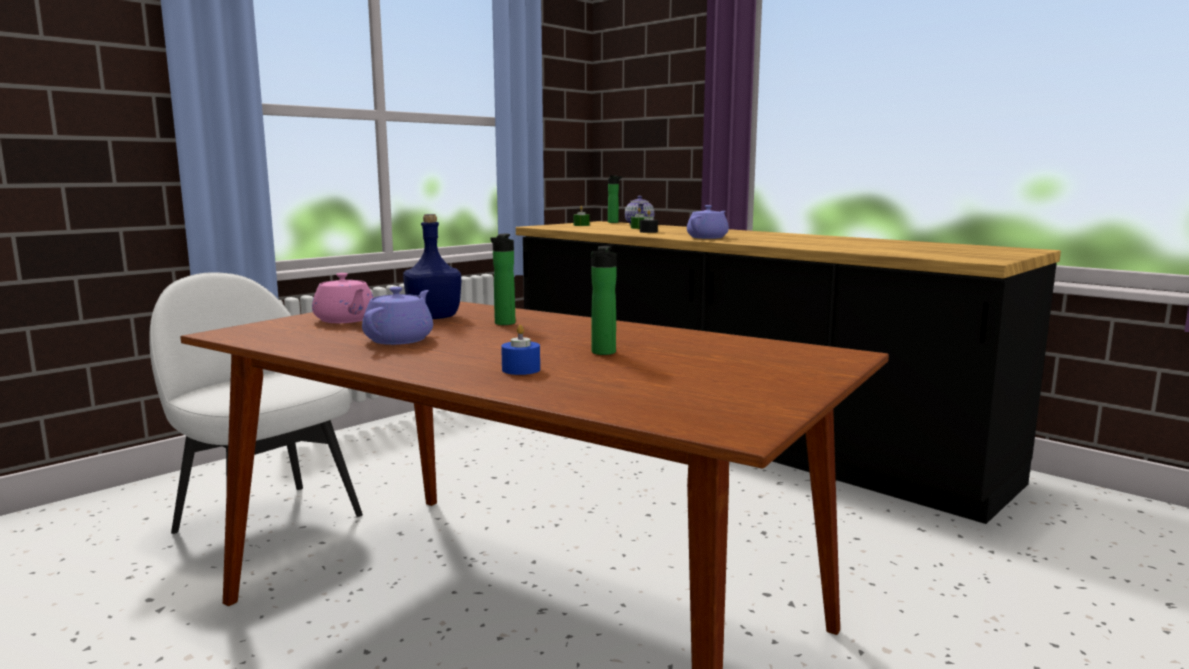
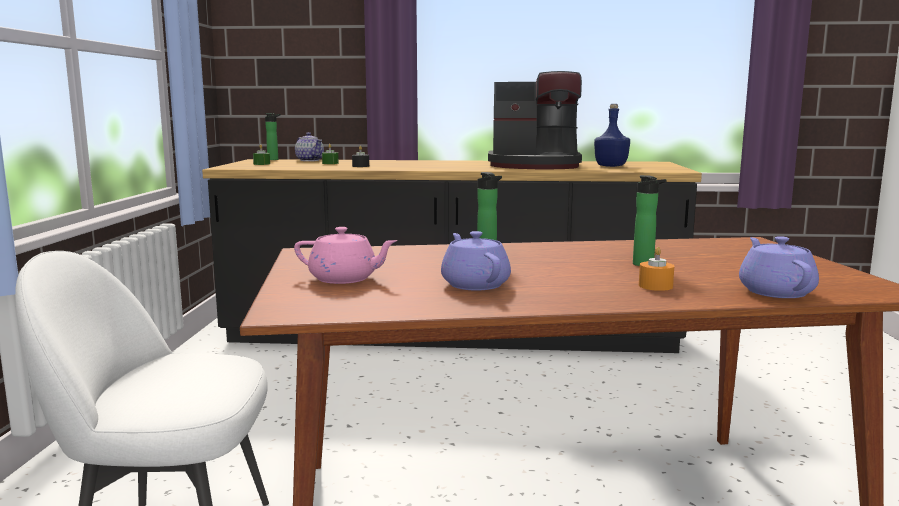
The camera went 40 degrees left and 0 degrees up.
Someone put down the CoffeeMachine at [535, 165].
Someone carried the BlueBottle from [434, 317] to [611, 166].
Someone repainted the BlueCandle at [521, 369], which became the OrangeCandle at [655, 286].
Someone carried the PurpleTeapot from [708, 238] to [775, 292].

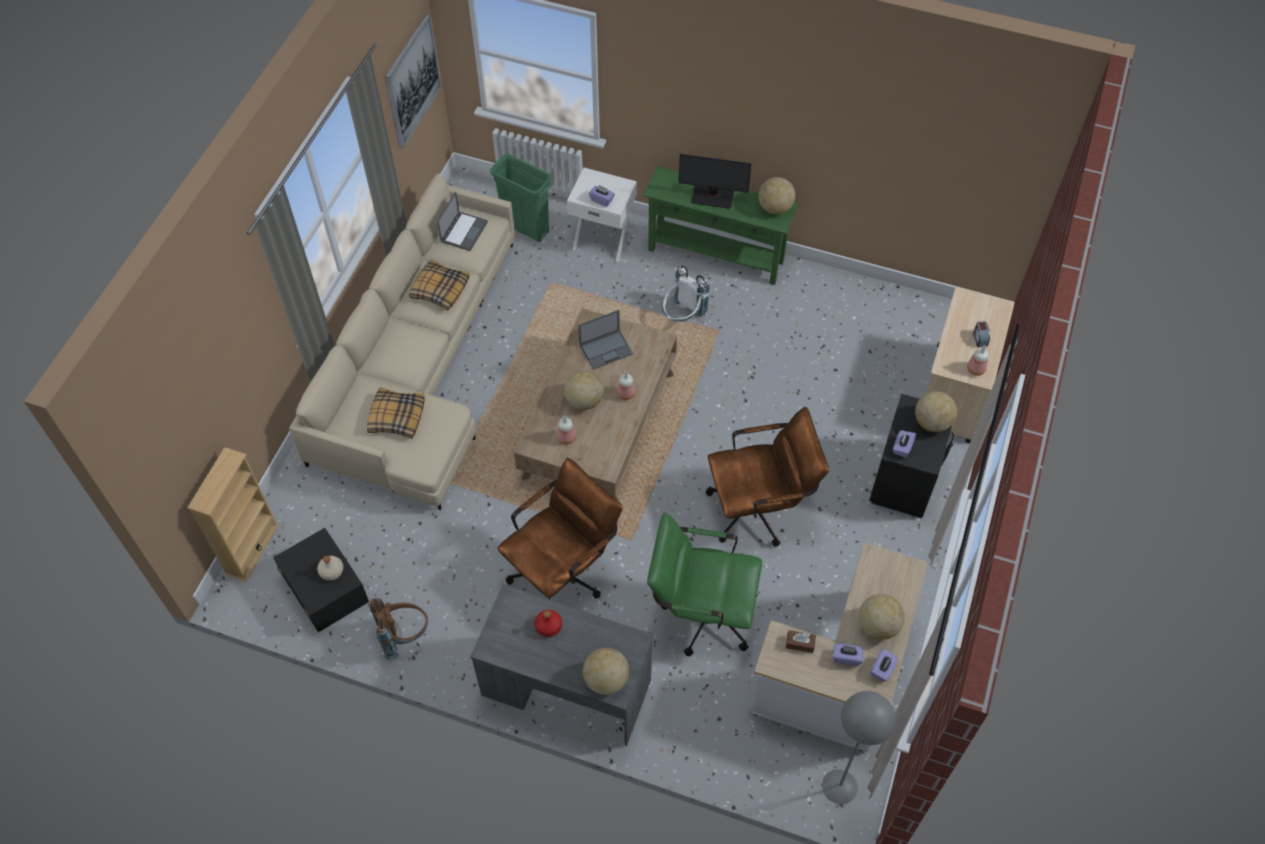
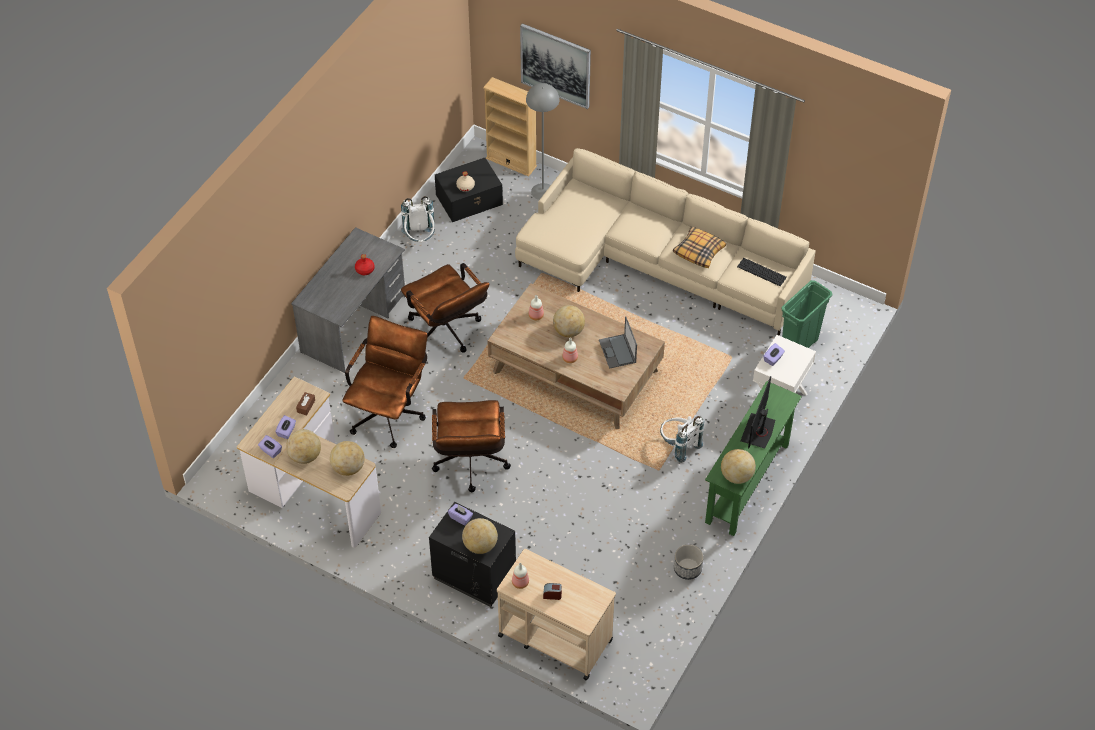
The camera went 100 degrees right and 5 degrees down.
Someone carried the Globe from [606, 679] to [348, 468].
Someone repainted the GreenOfficeChair at [701, 612], which became the BrownOfficeChair at [389, 412].
Someone repainted the BrownBackpack at [404, 635], which became the WhiteBackpack at [420, 239].
Someone carried the Picture from [412, 81] to [556, 65].
Someone carried the GreyFloorLamp from [839, 786] to [543, 191].
Someone put down the Planter at [687, 569].
Someone swapped the Laptop at [464, 231] for the Keyboard at [761, 272].
Someone took away the Pillow at [396, 417].

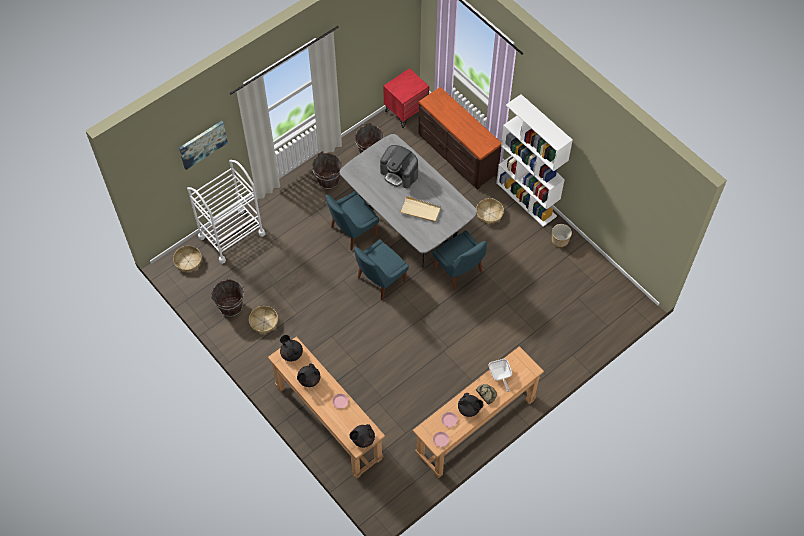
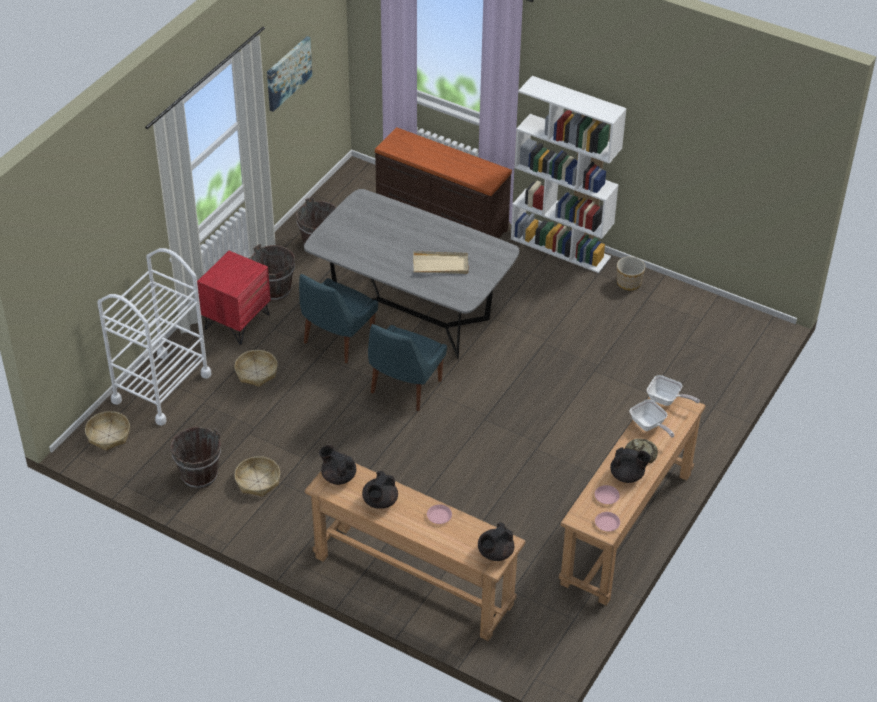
The camera went 20 degrees left and 15 degrees down.
Someone carried the RedNightstand from [406, 111] to [237, 321].
Someone carried the Basket from [489, 213] to [256, 372].
Someone carried the Picture from [202, 144] to [288, 73].
Someone put down the FryingPan at [666, 400].
Someone took away the CoffeeMachine at [399, 173].
Someone took away the BlueChair at [459, 271].

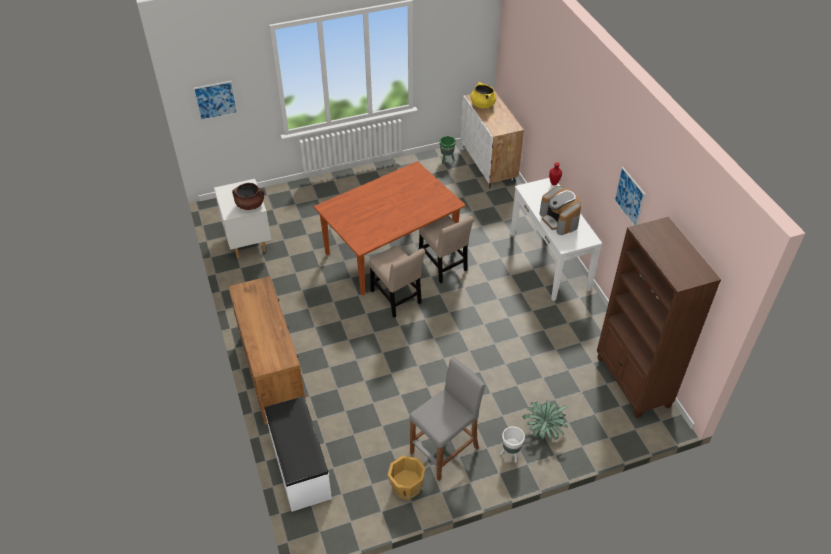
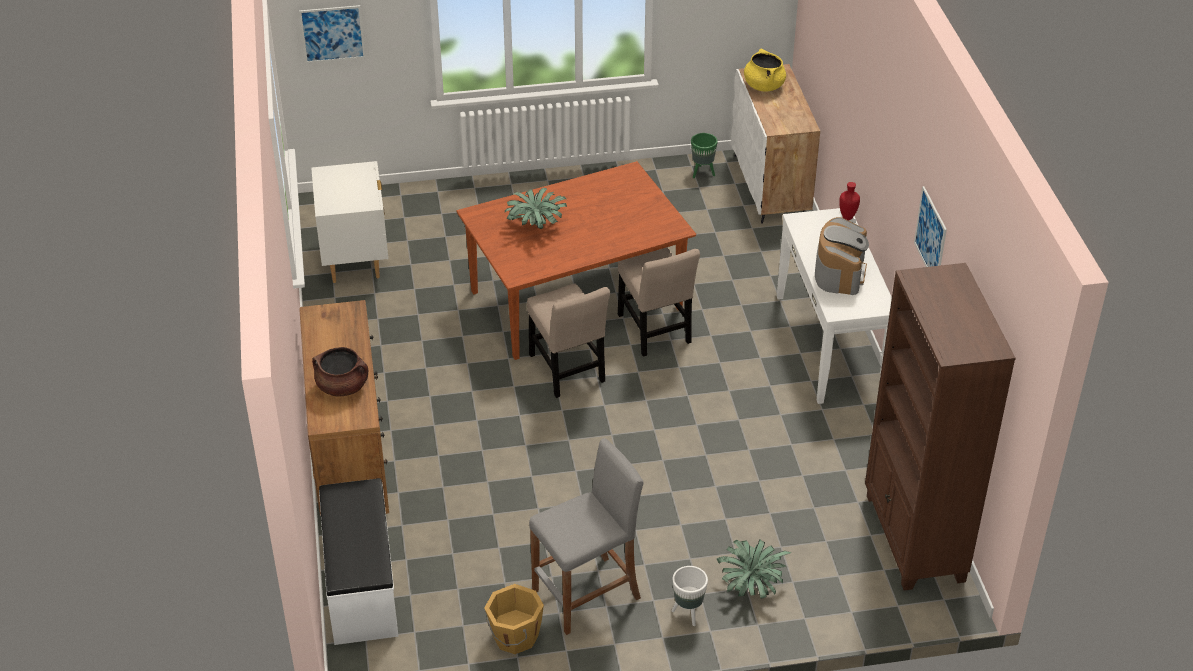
The camera went 10 degrees right and 5 degrees down.
Someone carried the BrownCookingPot from [250, 205] to [343, 387].
Someone put down the PottedPlant at [536, 226].
Someone rotated the CoffeeMachine at [559, 220] by 150 degrees counterclockwise.

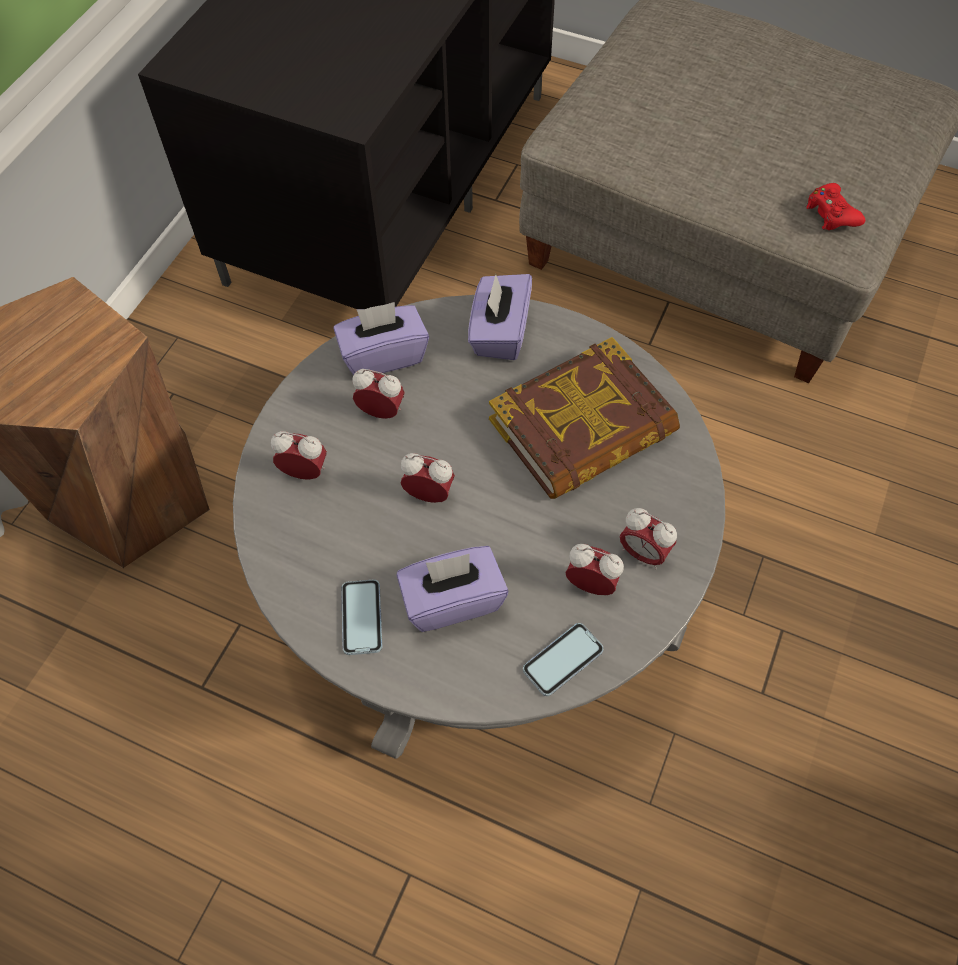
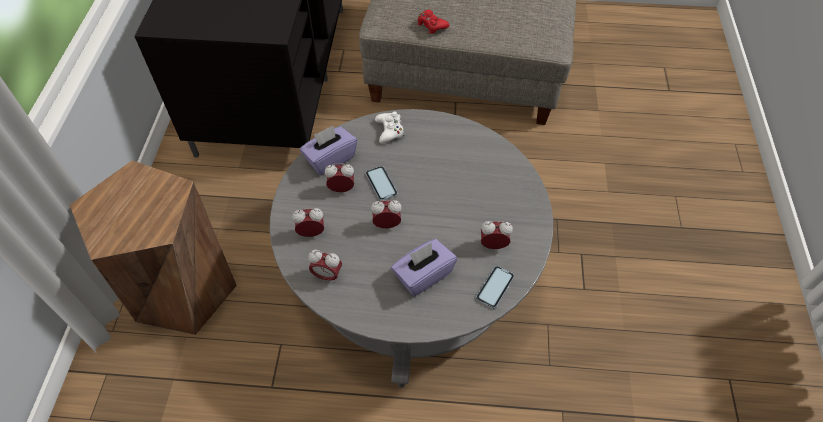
The camera went 20 degrees left and 5 degrees down.
Someone carried the AlarmClock from [643, 553] to [327, 275].
Someone carried the Phone from [362, 618] to [381, 184].
Someone swapped the PurpleTissueBox at [499, 333] for the WhiteGameController at [390, 131].
Someone carried the RedGameController from [831, 214] to [431, 25].
Someone took away the Book at [583, 428].

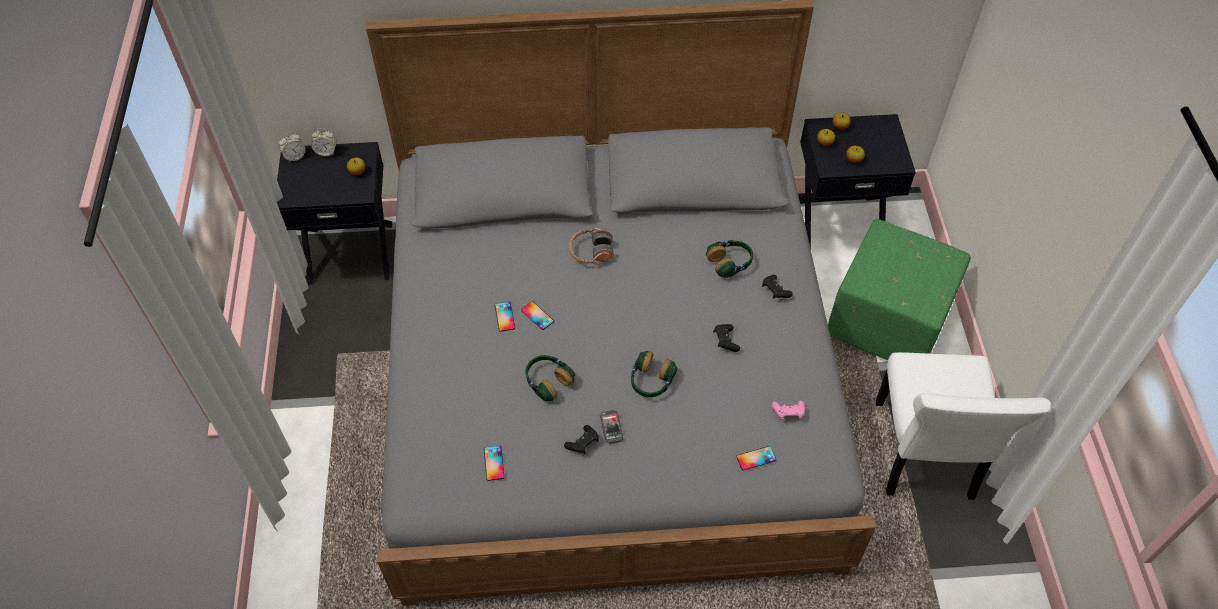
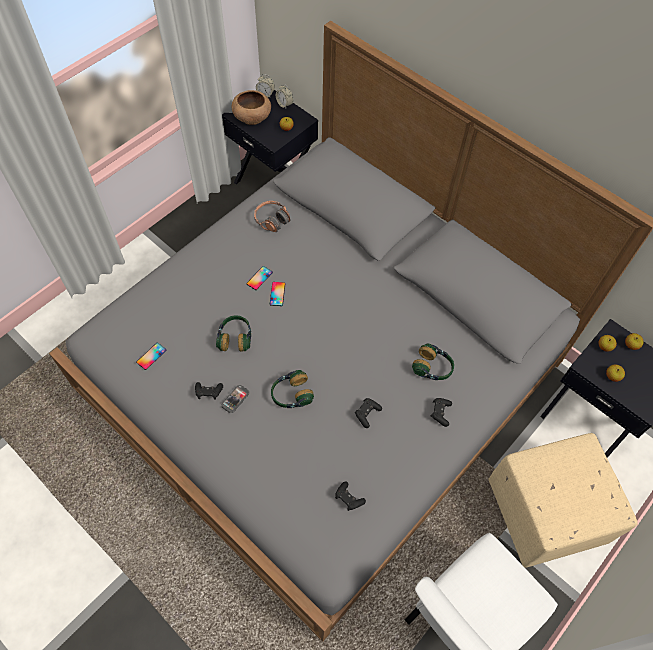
The camera went 45 degrees right and 5 degrees up.
Someone put down the BrownBowl at [252, 117].
Someone carried the Headphones from [591, 252] to [272, 220].
Someone repainted the PinkGameController at [788, 413], which became the BlackGameController at [348, 498].
Someone repainted the GreenOttoman at [888, 322], which became the BeigeOttoman at [545, 512].
Someone took away the Phone at [756, 458].

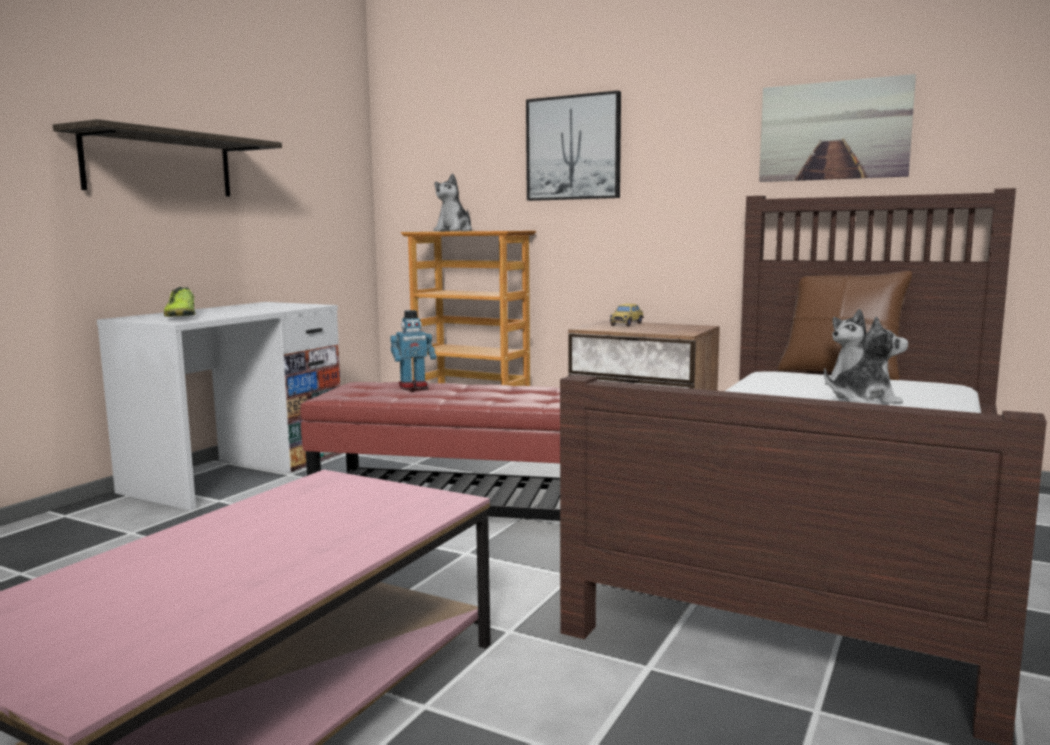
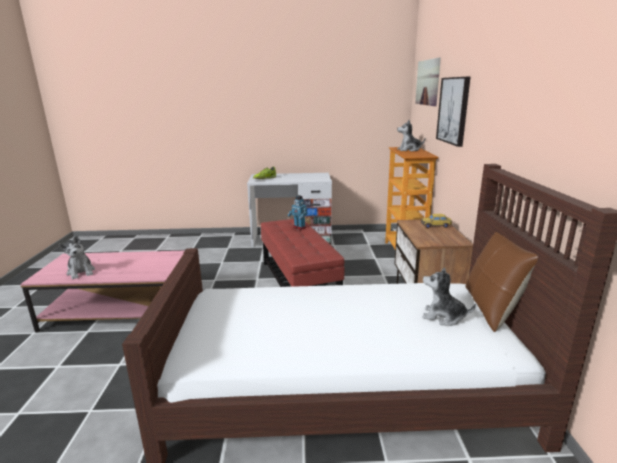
The camera went 60 degrees right and 10 degrees up.
Someone carried the PlushToy from [864, 401] to [81, 272].
Someone carried the Picture from [834, 131] to [427, 82].
Someone took away the Shelf at [159, 165].

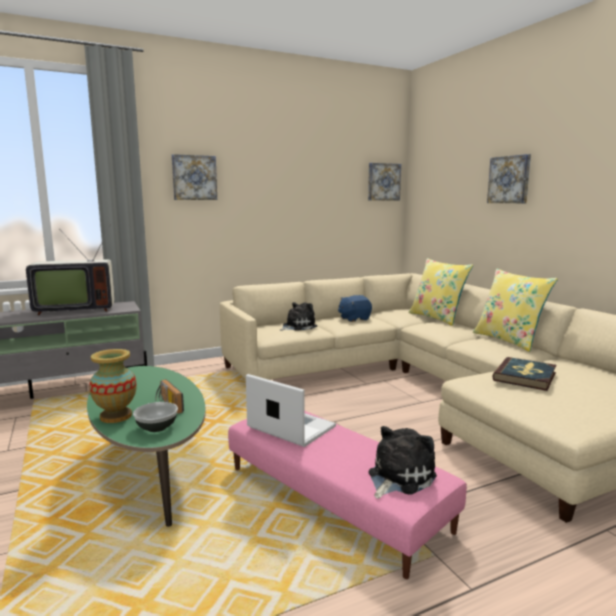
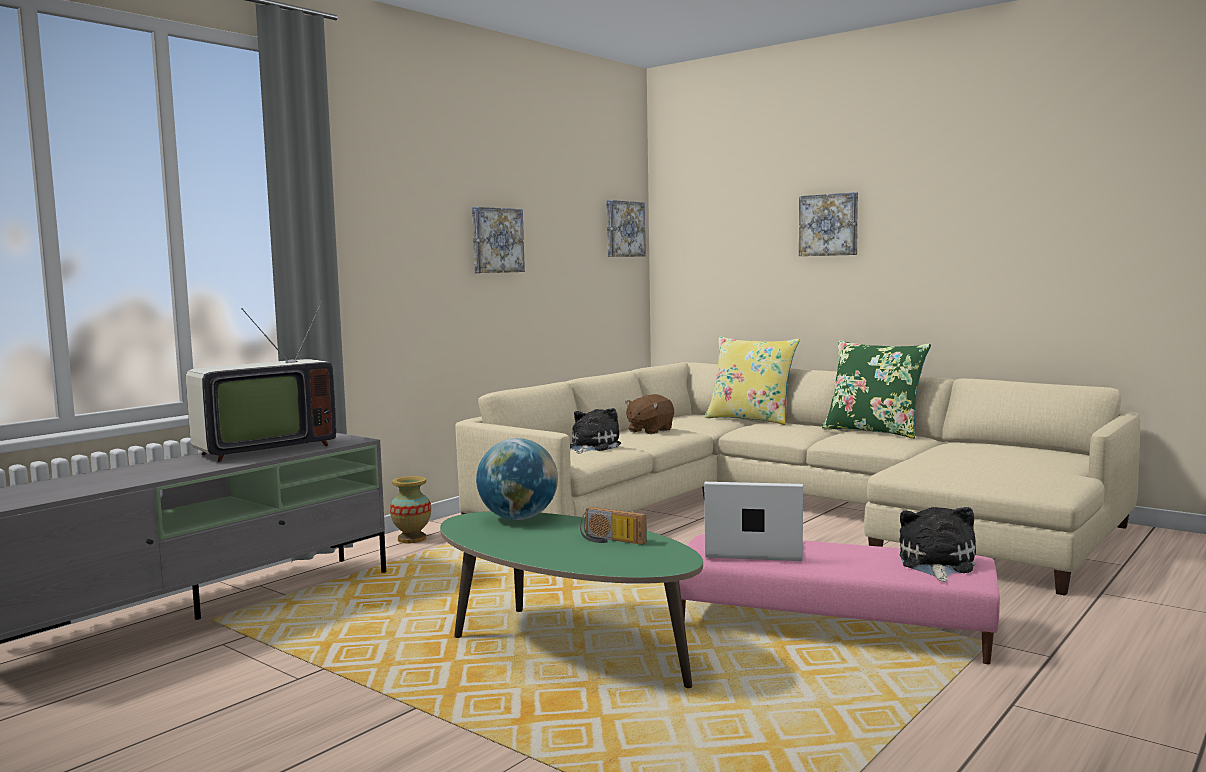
The camera went 25 degrees left and 5 degrees down.
Someone carried the Vase from [116, 416] to [412, 539].
Someone carried the Picture from [194, 177] to [496, 240].
Someone put down the Globe at [518, 518].
Someone repainted the BluePlushToy at [354, 319], which became the BrownPlushToy at [649, 430].
Someone repainted the YellowPillow at [509, 340], which became the GreenPillow at [874, 431].
Someone took away the Bowl at [156, 427].
Someone took away the Book at [525, 376].

